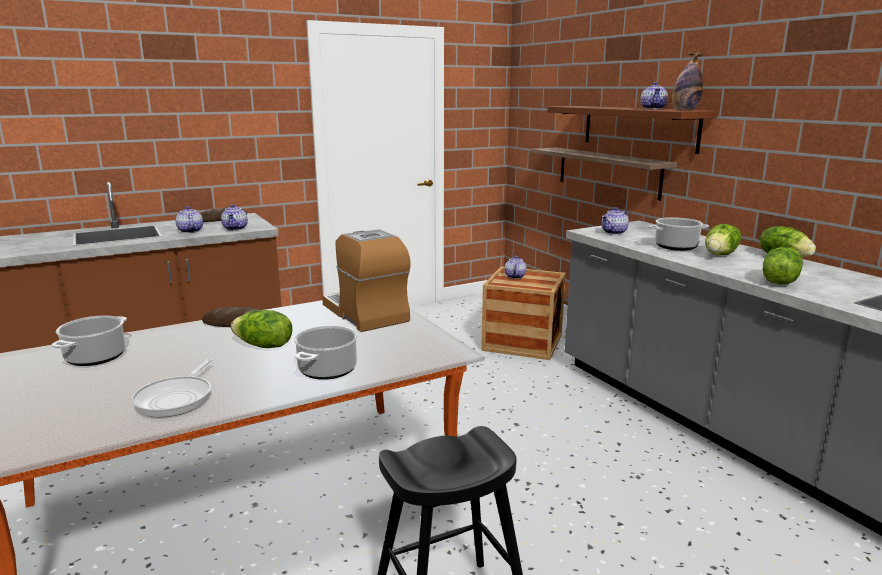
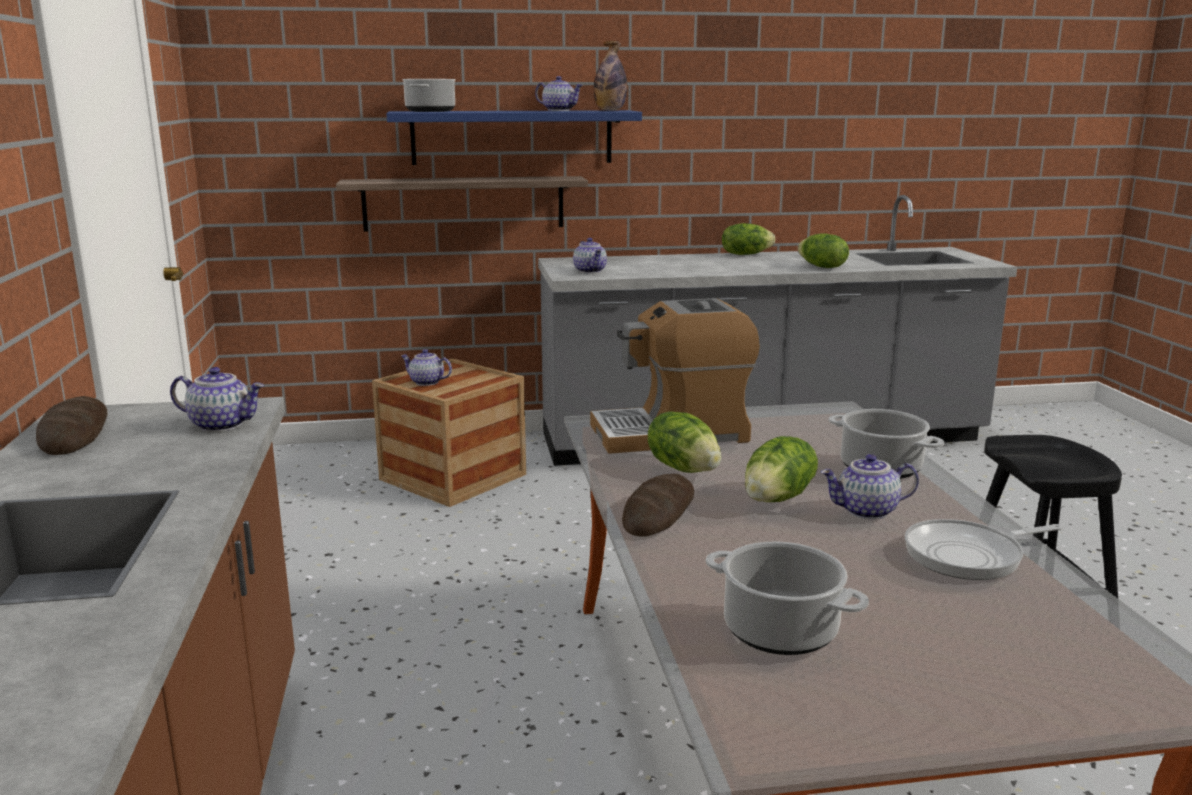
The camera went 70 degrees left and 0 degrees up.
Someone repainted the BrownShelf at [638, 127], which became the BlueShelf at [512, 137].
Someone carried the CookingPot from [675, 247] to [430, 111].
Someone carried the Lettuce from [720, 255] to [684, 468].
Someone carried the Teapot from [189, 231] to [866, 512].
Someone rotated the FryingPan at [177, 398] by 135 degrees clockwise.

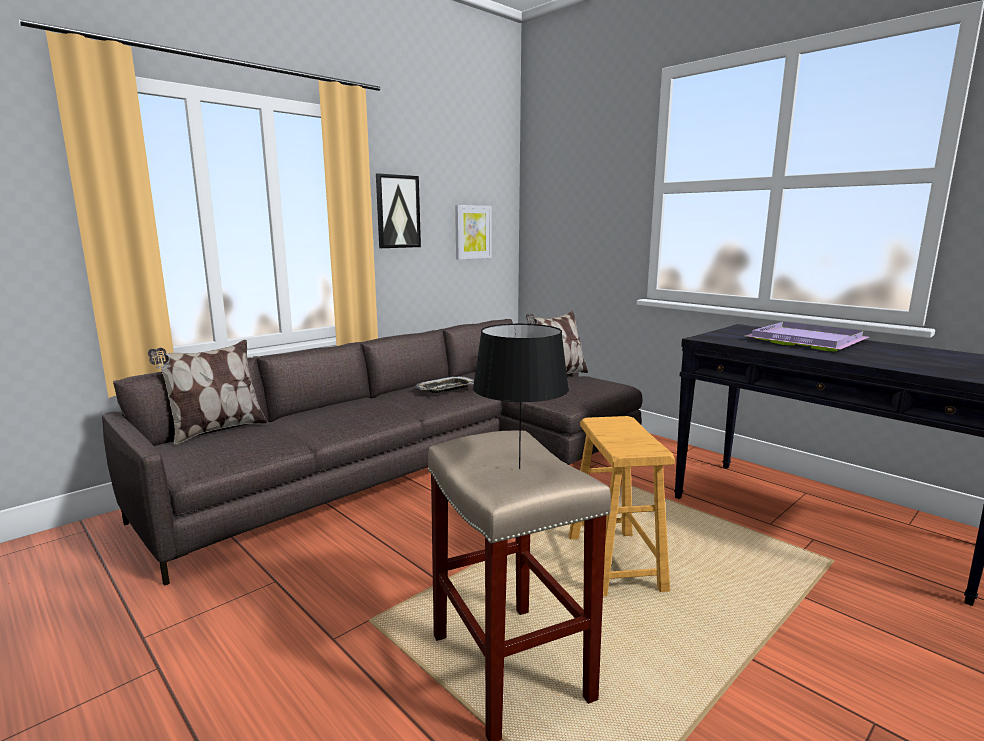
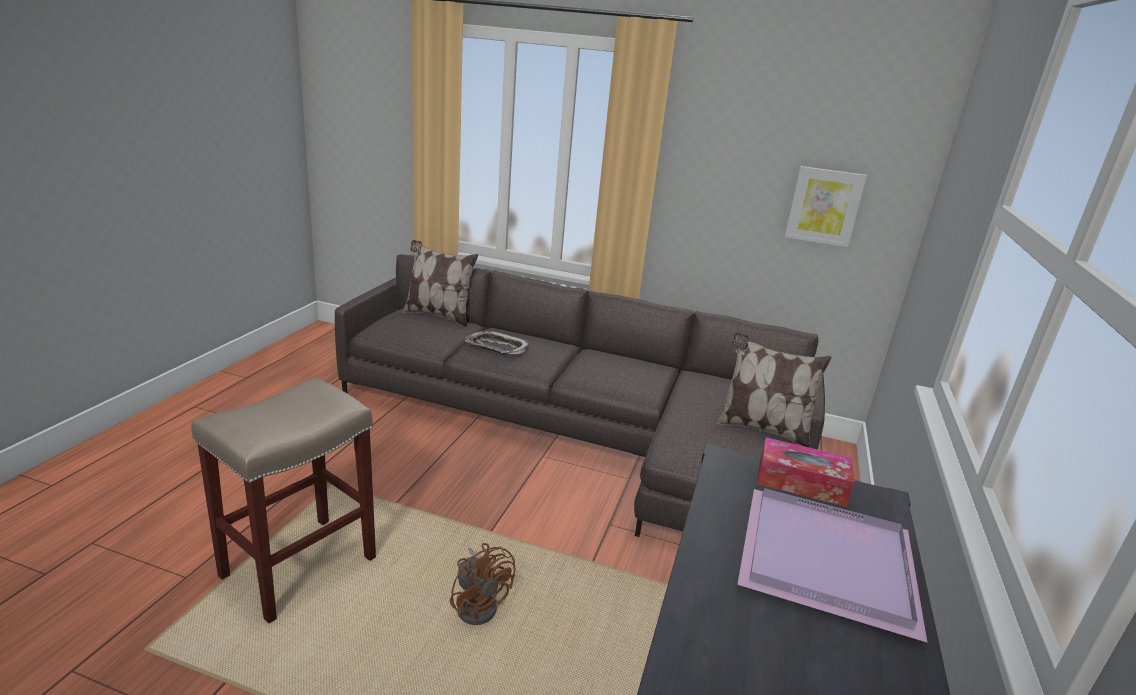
The camera went 60 degrees right and 10 degrees up.
Someone swapped the BrownStool at [614, 563] for the BrownFan at [479, 604].
Someone carried the Tray from [446, 389] to [496, 347].
Someone put down the TissueBox at [801, 482].
Someone took away the Picture at [397, 211].
Someone took away the BlackTableLamp at [519, 469].

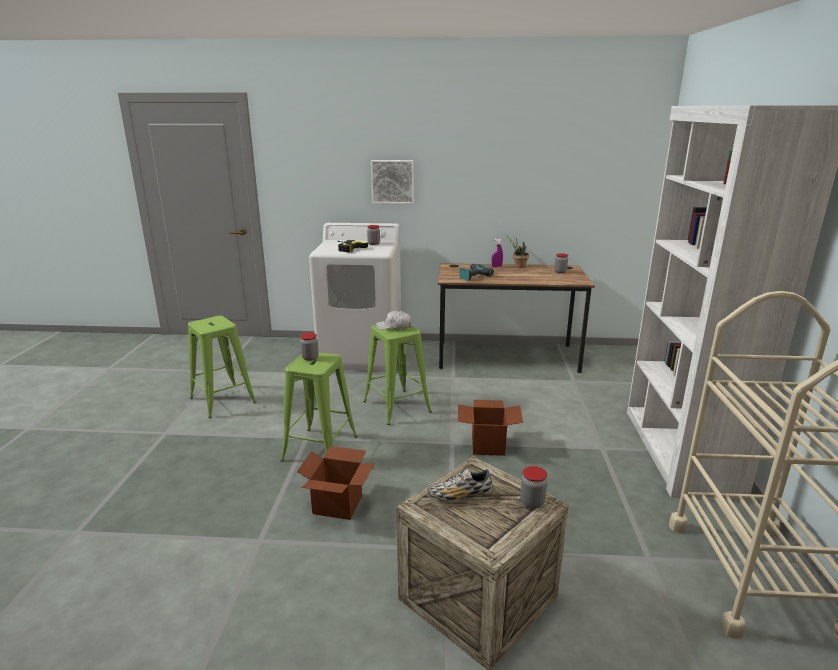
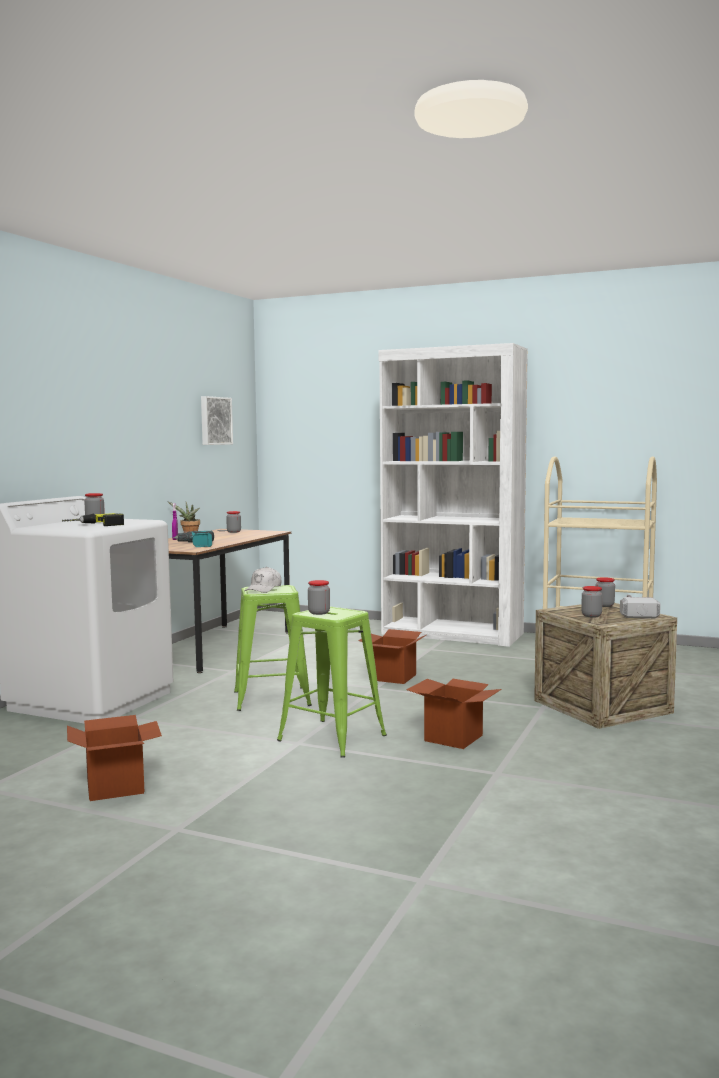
The camera went 70 degrees left and 15 degrees down.
Someone swapped the GreenStool at [223, 400] for the CardboardBox at [115, 787].
Someone carried the Picture from [392, 181] to [215, 421].
Someone swapped the Shoe at [460, 495] for the Jar at [591, 615].
Someone put down the Hammer at [634, 611].

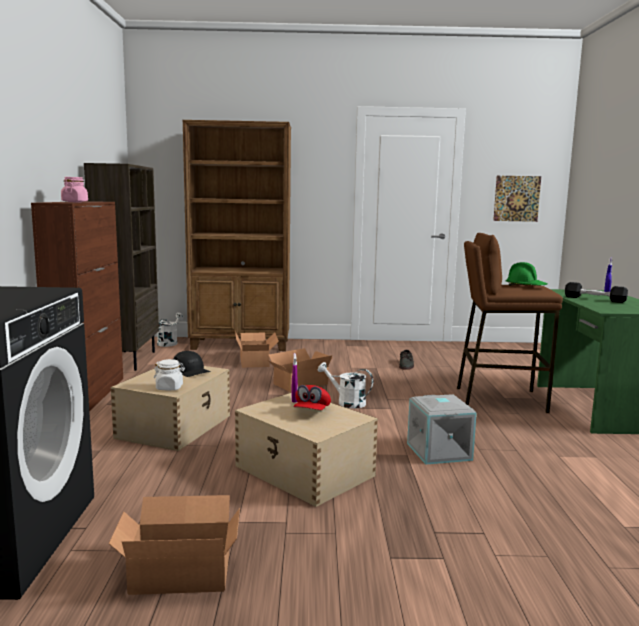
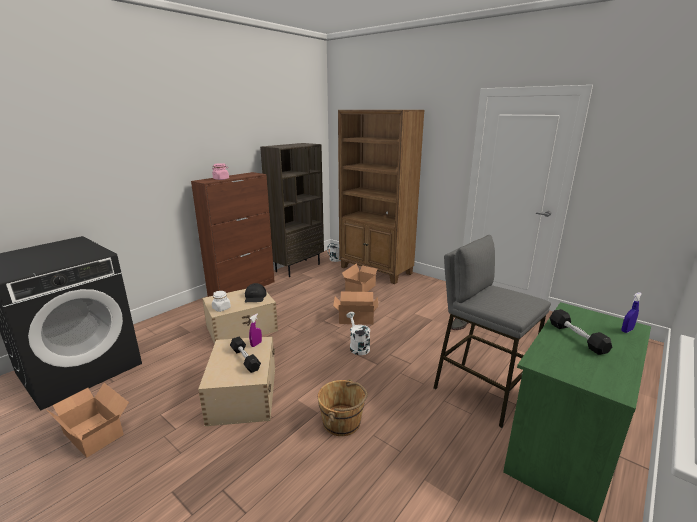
The camera went 40 degrees right and 10 degrees up.
Someone swapped the RedCap at [312, 411] for the BlackDumbbell at [245, 359].
Someone swapped the GreyStorageBox at [440, 452] for the BrownBucket at [342, 422].
Someone repainted the BrownStool at [499, 399], which became the GreyStool at [480, 391].
Someone took away the Picture at [517, 198].
Someone took away the GreenHardHat at [525, 286].

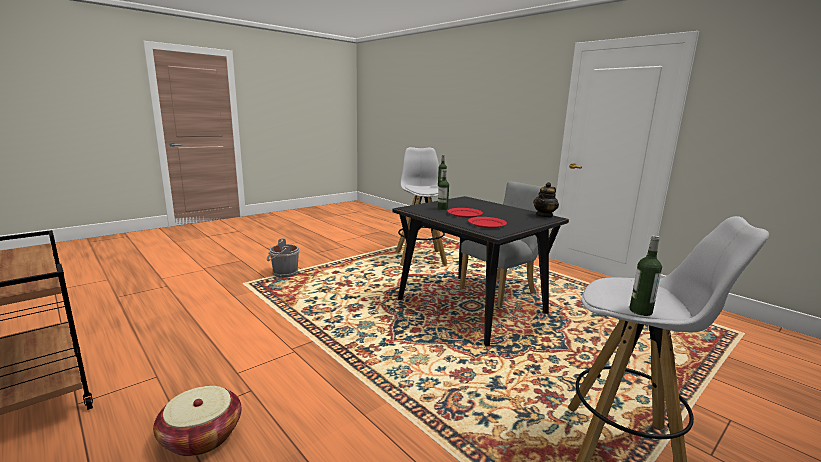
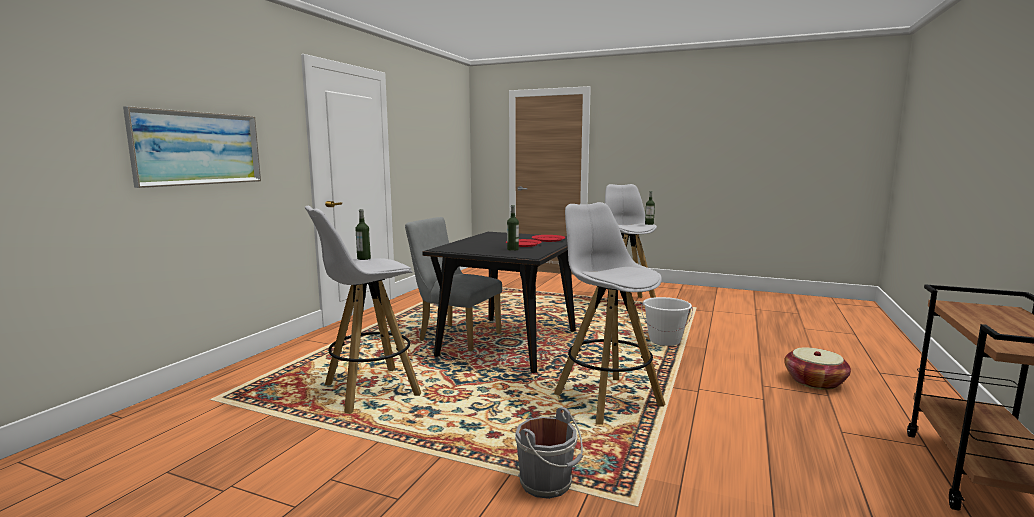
The camera went 115 degrees left and 5 degrees down.
Someone put up the Picture at [198, 148].
Someone put down the WhiteStool at [606, 399].
Someone put down the WhiteBucket at [664, 341].
Someone took away the Teapot at [544, 215].

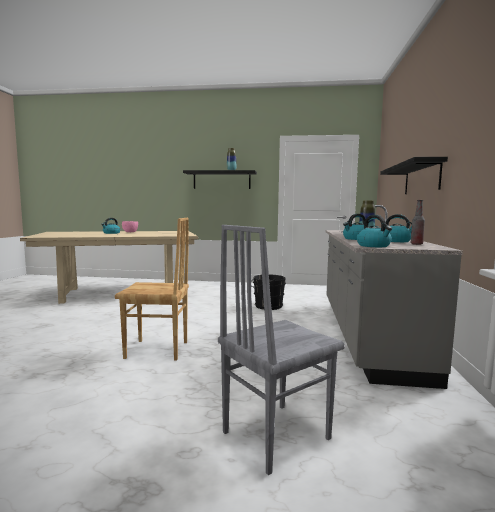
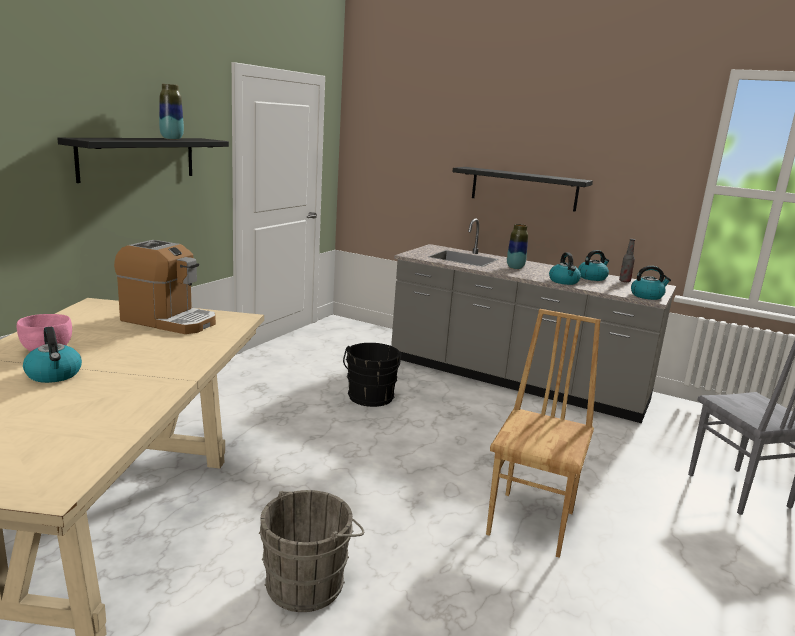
The camera went 70 degrees left and 10 degrees up.
Someone put down the CoffeeMachine at [169, 321].
Someone put down the GreyBucket at [309, 583].

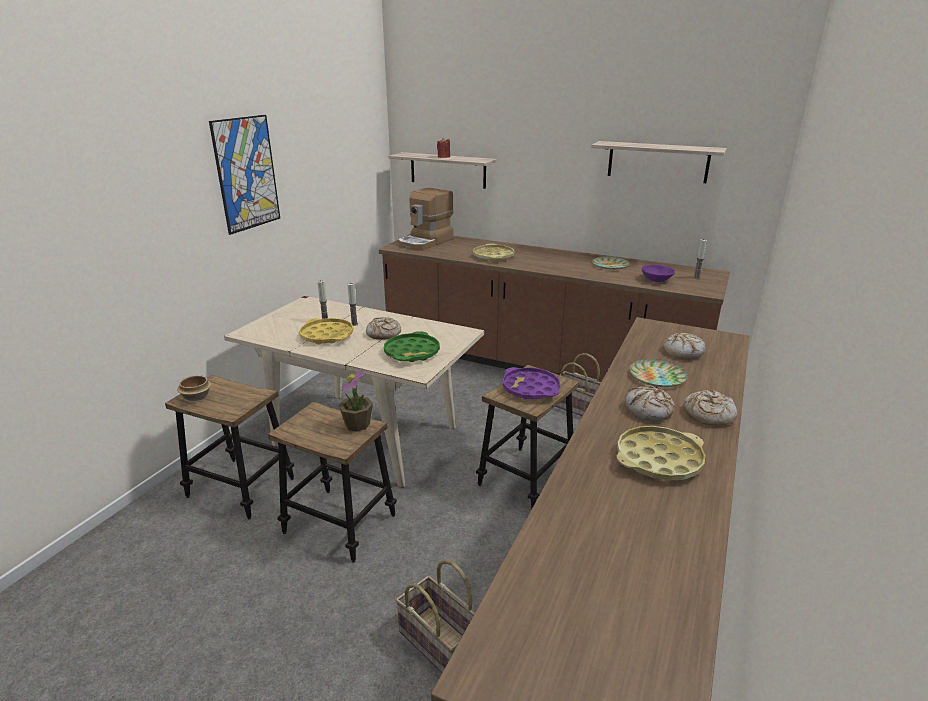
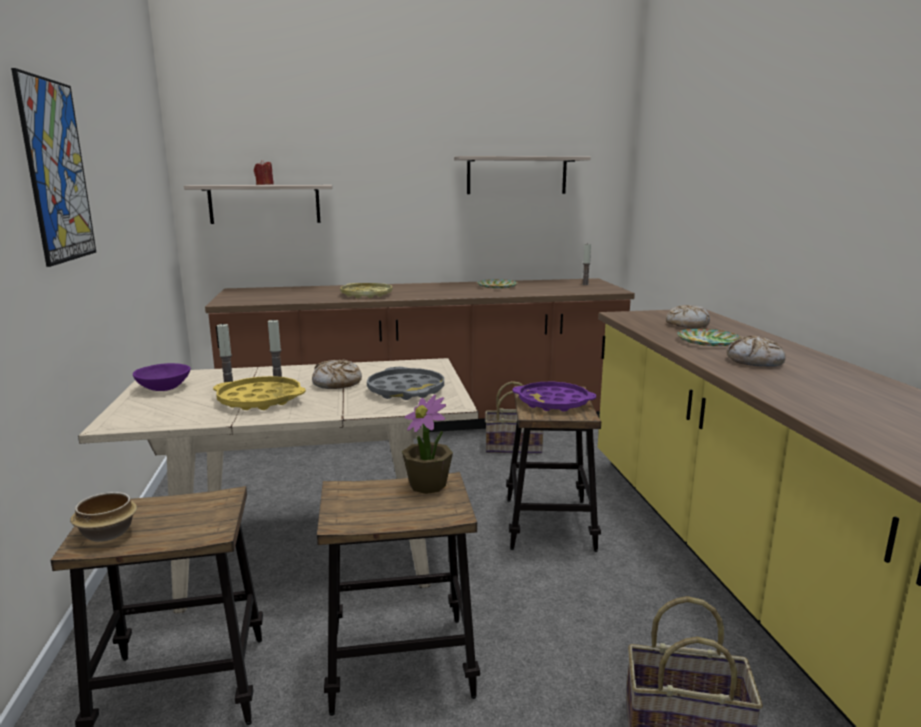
The camera went 35 degrees left and 10 degrees down.
Someone carried the PurpleBowl from [656, 280] to [164, 388].
Someone repainted the GreenTray at [412, 352], which became the GreyTray at [406, 390].
Someone took away the CoffeeMachine at [426, 242].
Someone took away the YellowTray at [658, 459].
Someone took away the Bread at [708, 415].

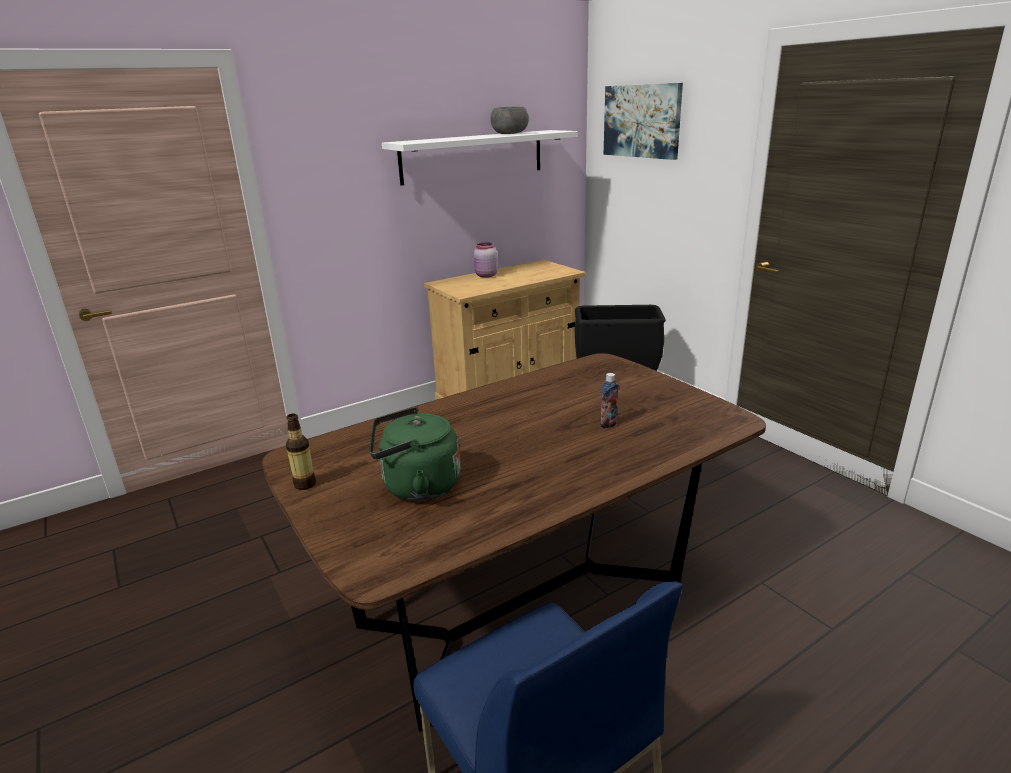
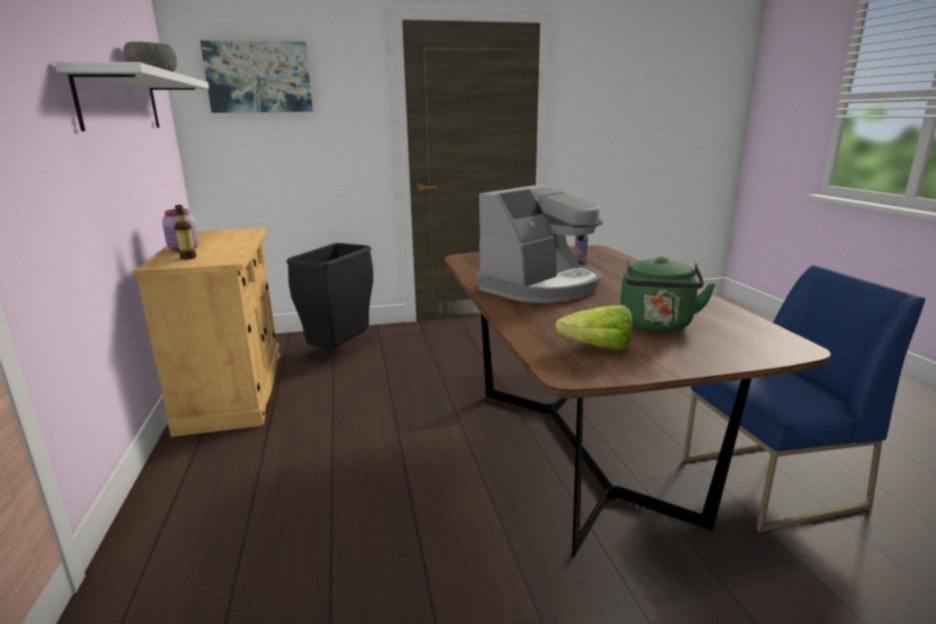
The camera went 70 degrees left and 5 degrees down.
Someone carried the Bottle from [305, 484] to [188, 258].
Someone put down the CoffeeMachine at [541, 286].
Someone put down the Lettuce at [591, 347].

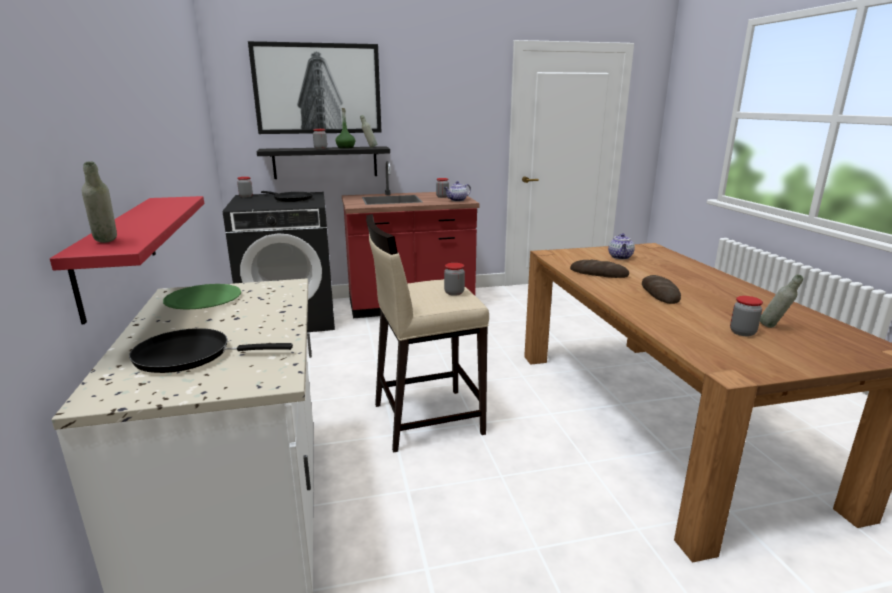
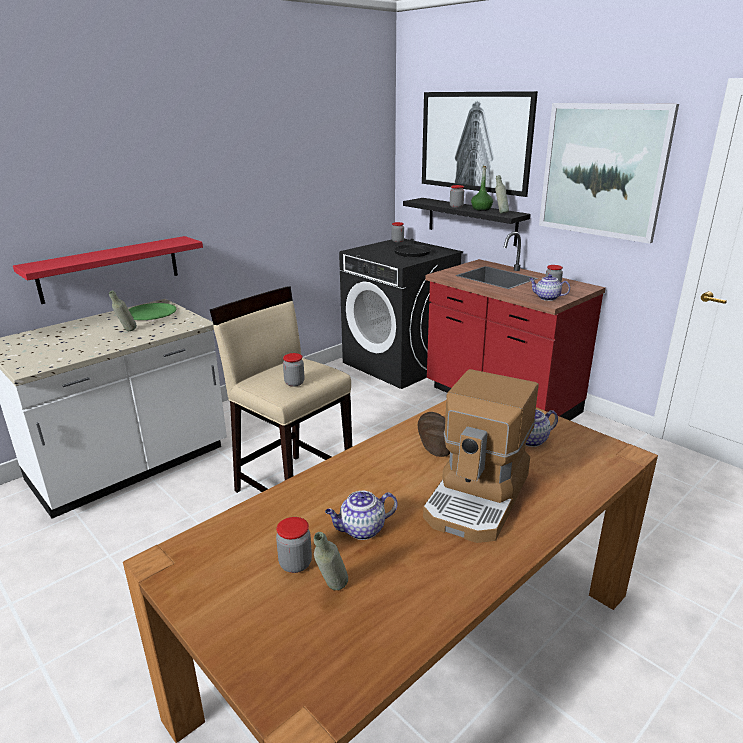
The camera went 60 degrees right and 5 degrees up.
Someone carried the GreyBottle from [107, 243] to [127, 332].
Someone put down the Teapot at [361, 530].
Someone put down the CoffeeMachine at [478, 497].
Someone put up the Picture at [602, 171].
Someone took away the BlackFryingPan at [190, 355].
Someone took away the Bread at [659, 293].

